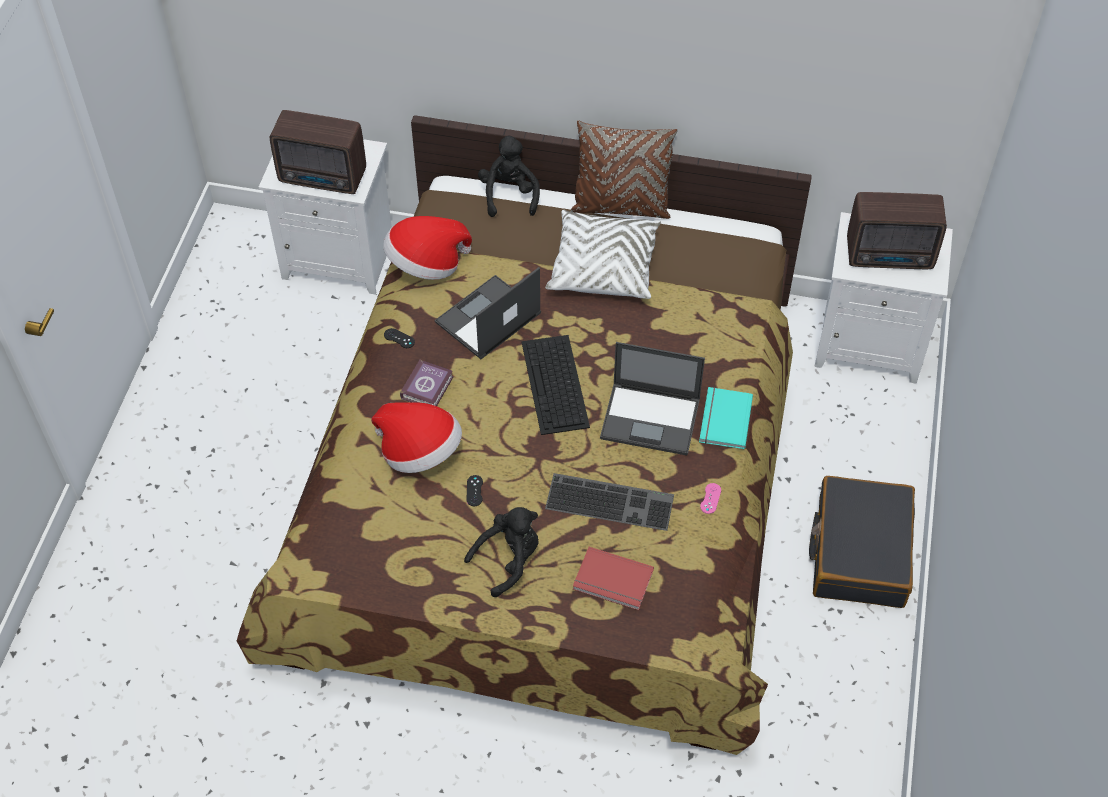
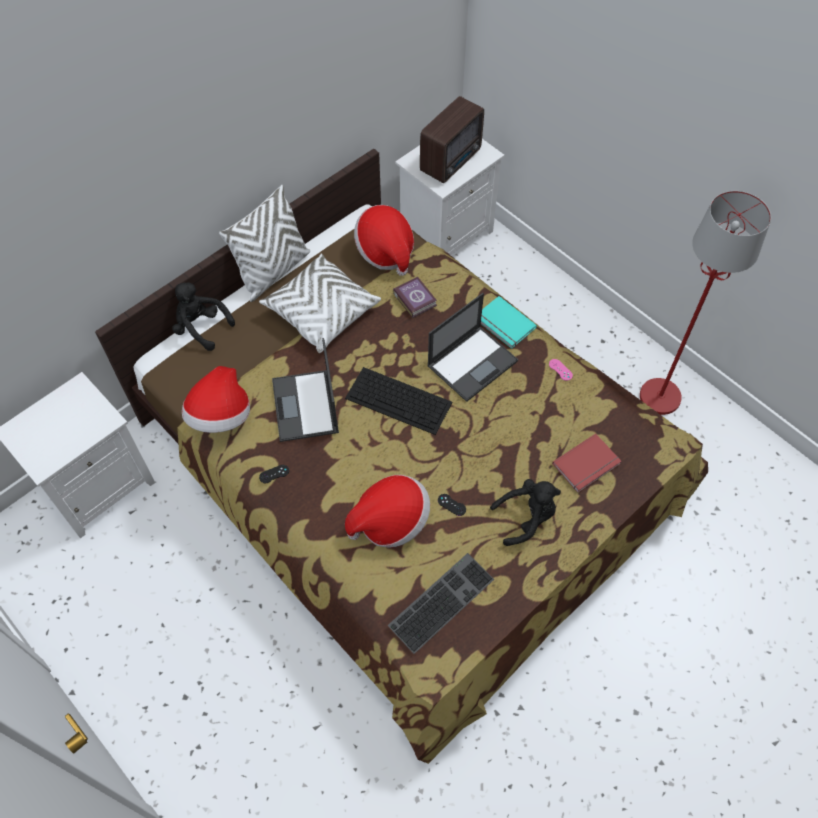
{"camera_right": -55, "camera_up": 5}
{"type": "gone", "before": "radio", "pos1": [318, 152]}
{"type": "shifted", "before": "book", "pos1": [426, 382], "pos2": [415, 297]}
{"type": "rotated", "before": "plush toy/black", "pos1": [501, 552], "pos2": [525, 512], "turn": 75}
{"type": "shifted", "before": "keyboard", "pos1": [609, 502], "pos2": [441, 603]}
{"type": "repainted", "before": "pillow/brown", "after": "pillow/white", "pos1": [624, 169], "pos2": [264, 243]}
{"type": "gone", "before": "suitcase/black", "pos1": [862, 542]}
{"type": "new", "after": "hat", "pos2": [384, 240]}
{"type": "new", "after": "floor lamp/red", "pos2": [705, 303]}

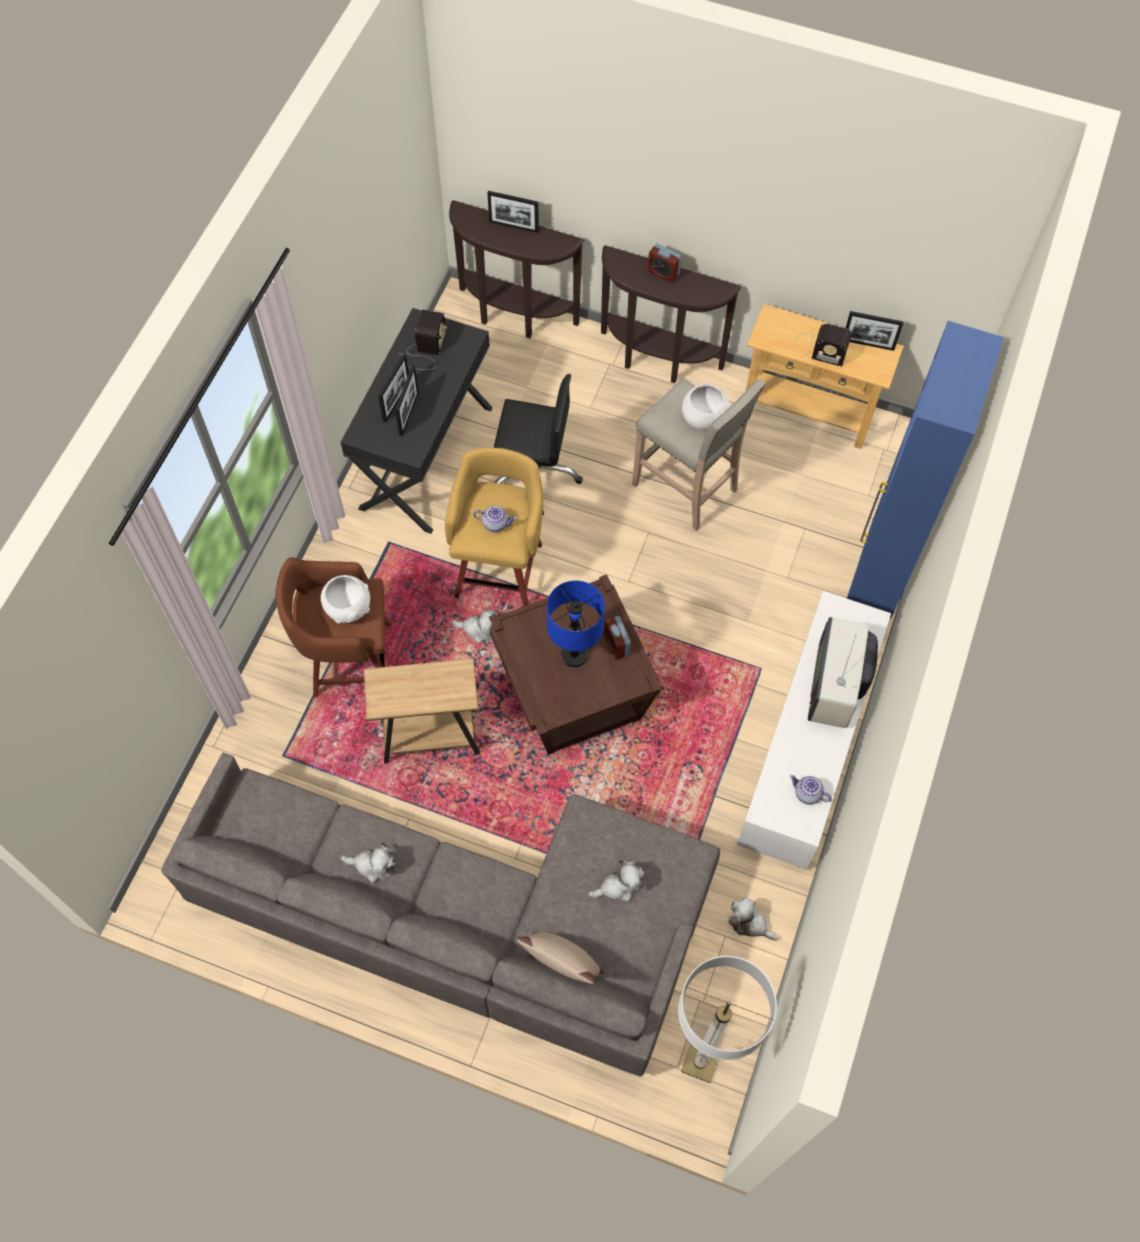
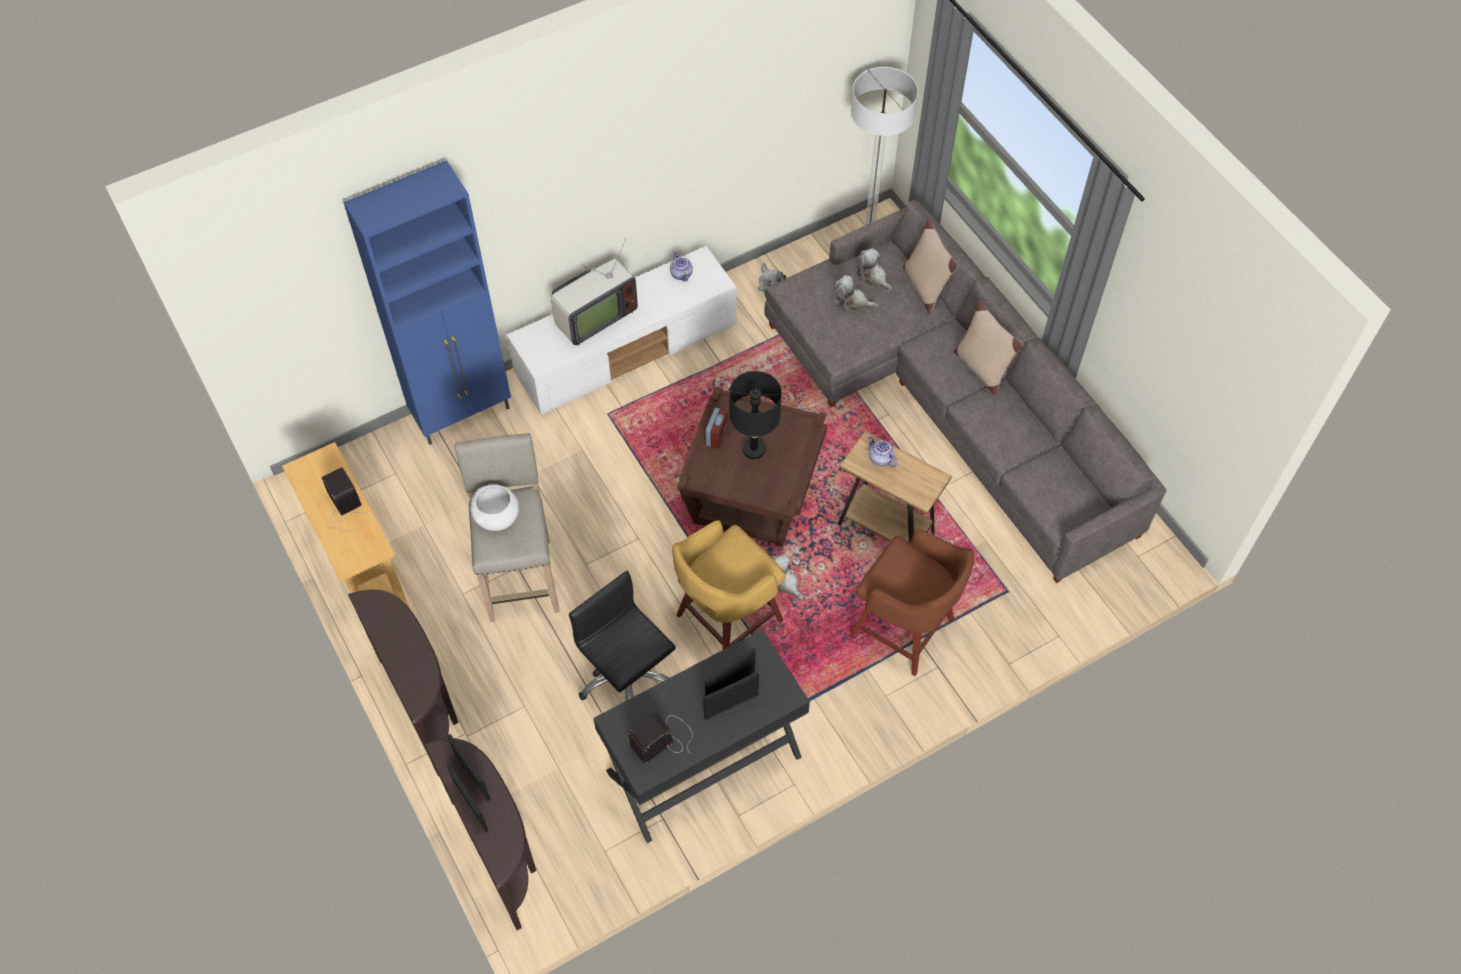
{"camera_right": -140, "camera_up": -5}
{"type": "gone", "before": "bowl/white", "pos1": [345, 599]}
{"type": "shifted", "before": "plush toy", "pos1": [368, 862], "pos2": [874, 269]}
{"type": "shifted", "before": "teapot", "pos1": [495, 519], "pos2": [882, 451]}
{"type": "repainted", "before": "table lamp/blue", "after": "table lamp/black", "pos1": [576, 624], "pos2": [755, 415]}
{"type": "gone", "before": "alarm clock", "pos1": [664, 263]}
{"type": "shifted", "before": "picture frame", "pos1": [875, 331], "pos2": [468, 767]}
{"type": "new", "after": "pillow/beige", "pos2": [988, 347]}

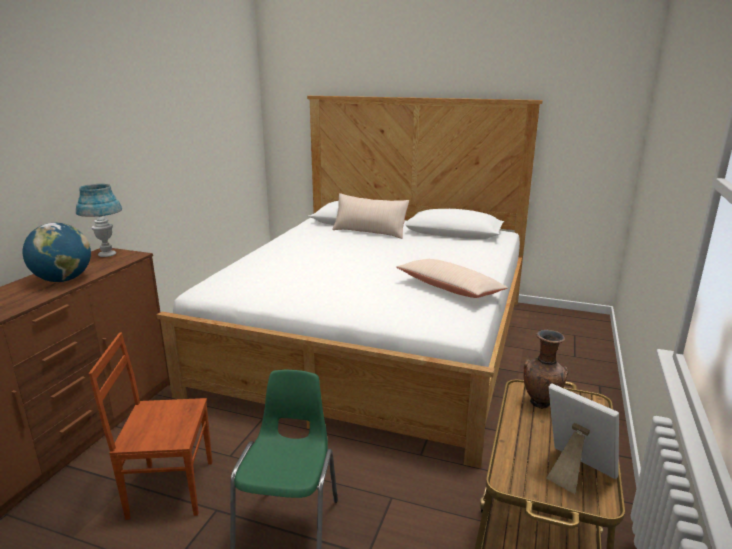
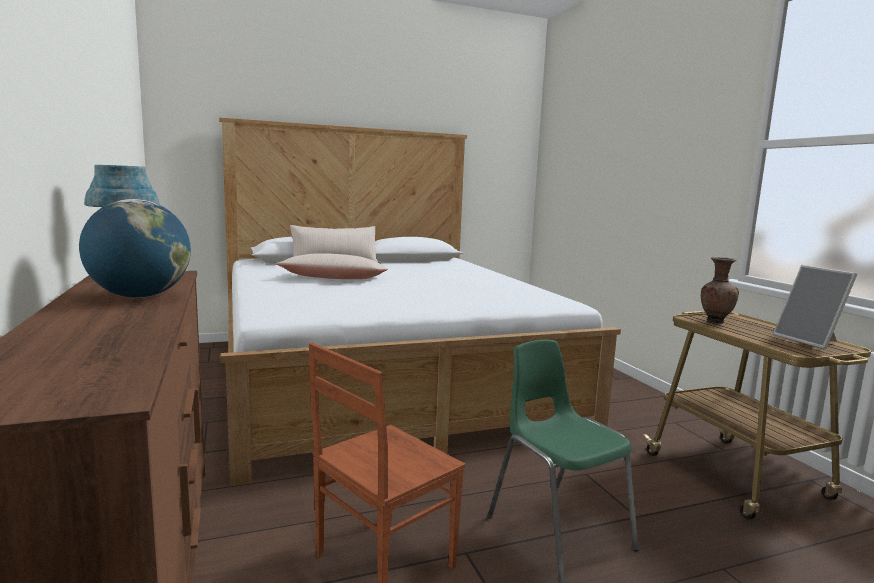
{"camera_right": -40, "camera_up": -10}
{"type": "shifted", "before": "pillow/beige", "pos1": [452, 278], "pos2": [332, 266]}
{"type": "rotated", "before": "picture frame", "pos1": [582, 438], "pos2": [815, 307], "turn": -120}

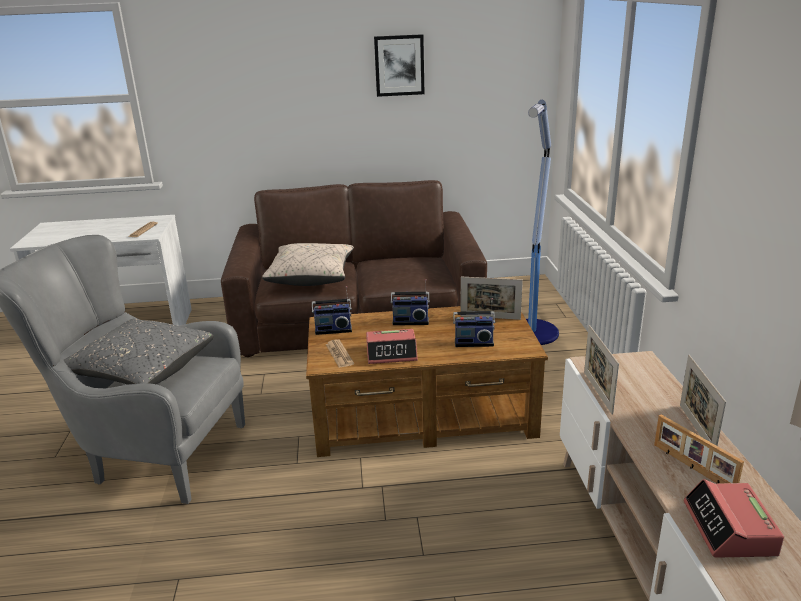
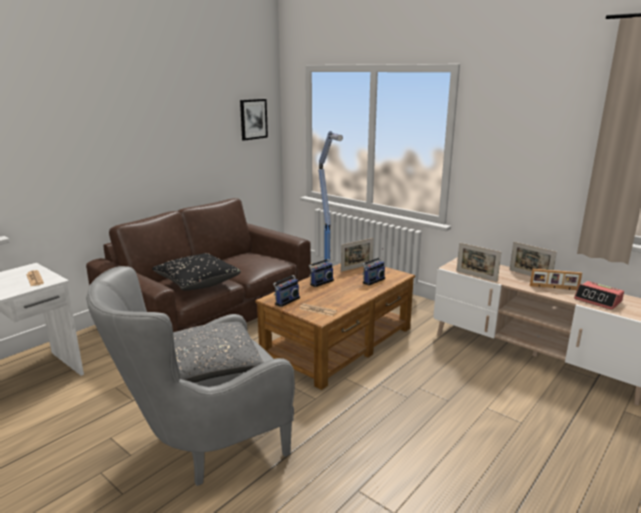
{"camera_right": -45, "camera_up": -5}
{"type": "repainted", "before": "pillow/beige", "after": "pillow/black", "pos1": [308, 264], "pos2": [196, 271]}
{"type": "gone", "before": "alarm clock", "pos1": [392, 346]}
{"type": "shifted", "before": "picture", "pos1": [399, 65], "pos2": [254, 120]}

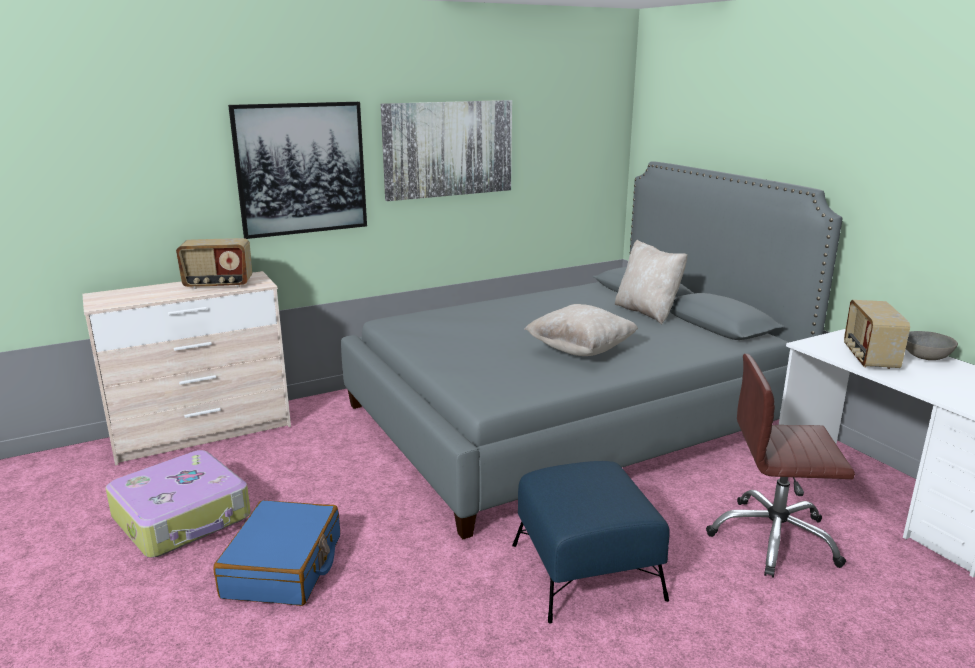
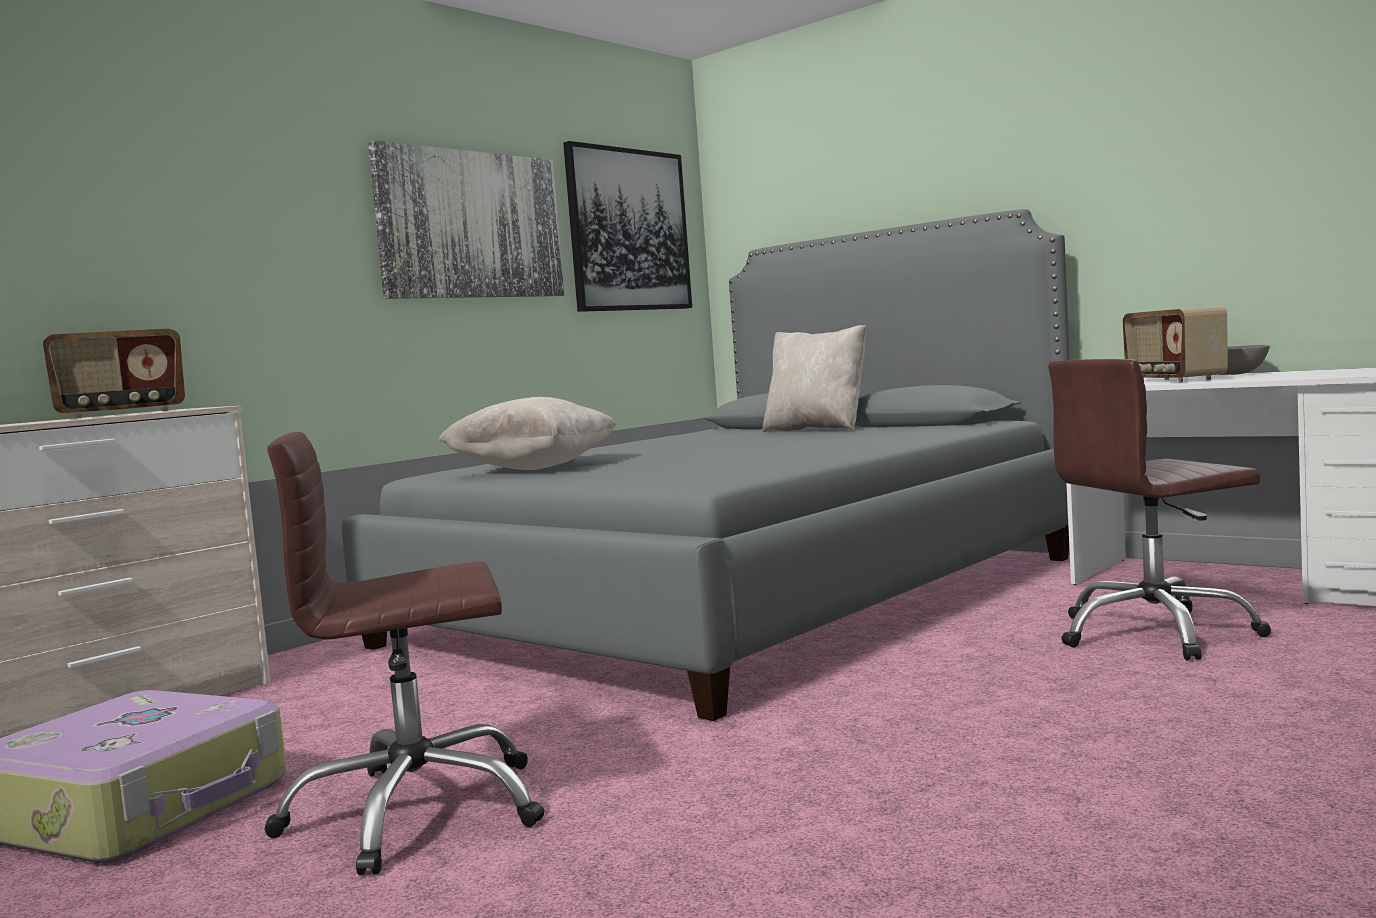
{"camera_right": -20, "camera_up": -15}
{"type": "swapped", "before": "suitcase/blue", "after": "office chair/brown", "pos1": [276, 553], "pos2": [404, 653]}
{"type": "shifted", "before": "picture", "pos1": [297, 170], "pos2": [627, 226]}
{"type": "gone", "before": "ottoman/blue", "pos1": [591, 542]}
{"type": "shifted", "before": "pillow/beige", "pos1": [581, 330], "pos2": [527, 433]}

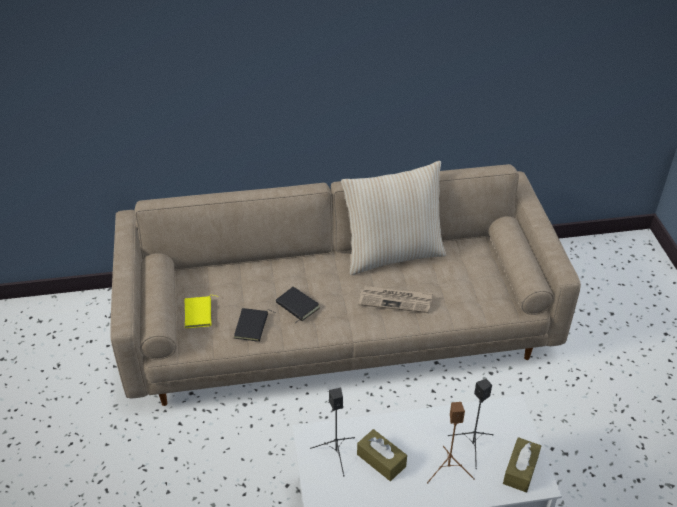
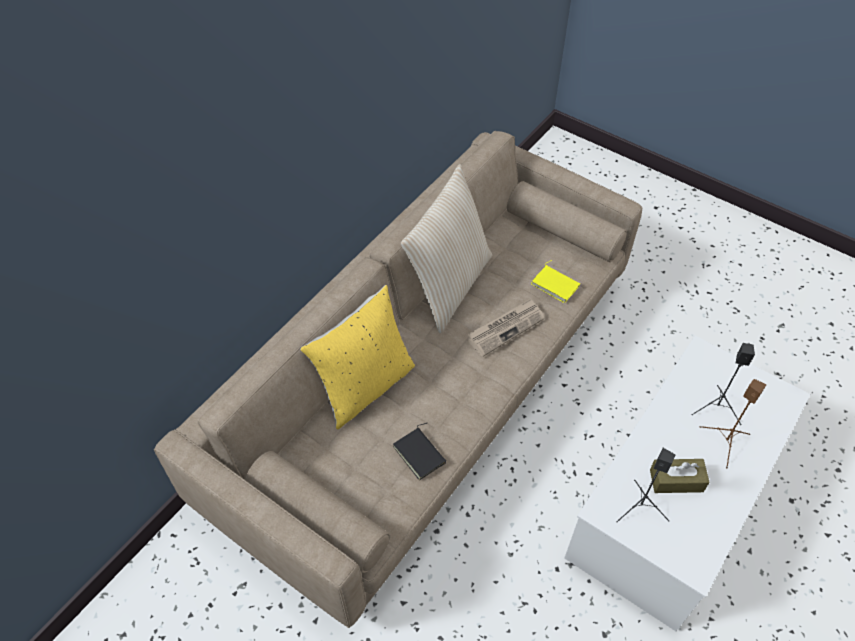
{"camera_right": -45, "camera_up": 10}
{"type": "shifted", "before": "book/yellow", "pos1": [202, 311], "pos2": [555, 281]}
{"type": "gone", "before": "book/black", "pos1": [298, 305]}
{"type": "gone", "before": "tissue box/brown", "pos1": [522, 465]}
{"type": "new", "after": "pillow/yellow", "pos2": [357, 357]}

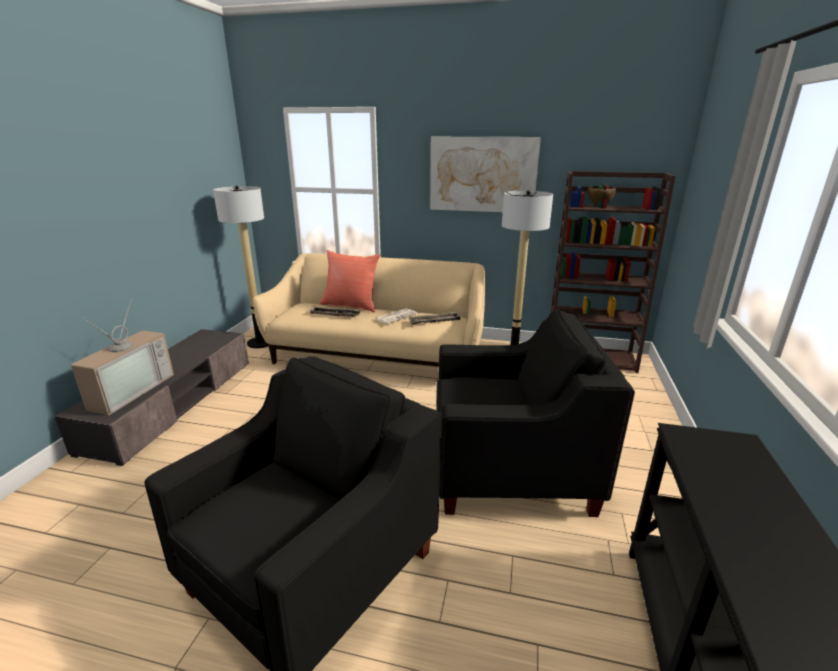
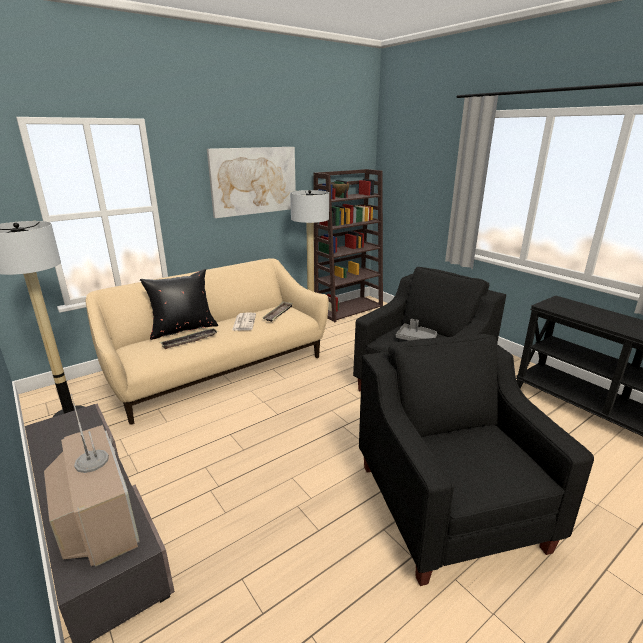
{"camera_right": -50, "camera_up": 0}
{"type": "repainted", "before": "pillow/red", "after": "pillow/black", "pos1": [350, 281], "pos2": [179, 304]}
{"type": "new", "after": "tray/grey", "pos2": [416, 330]}

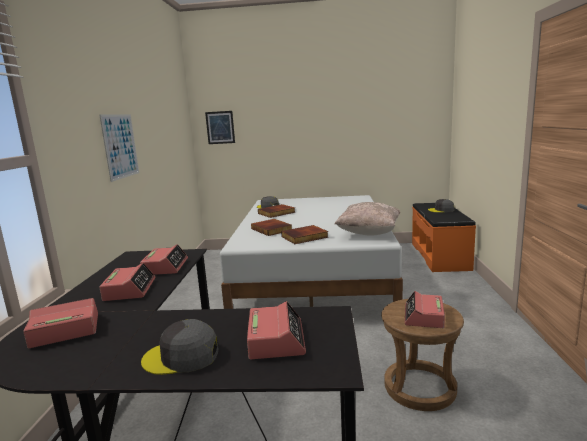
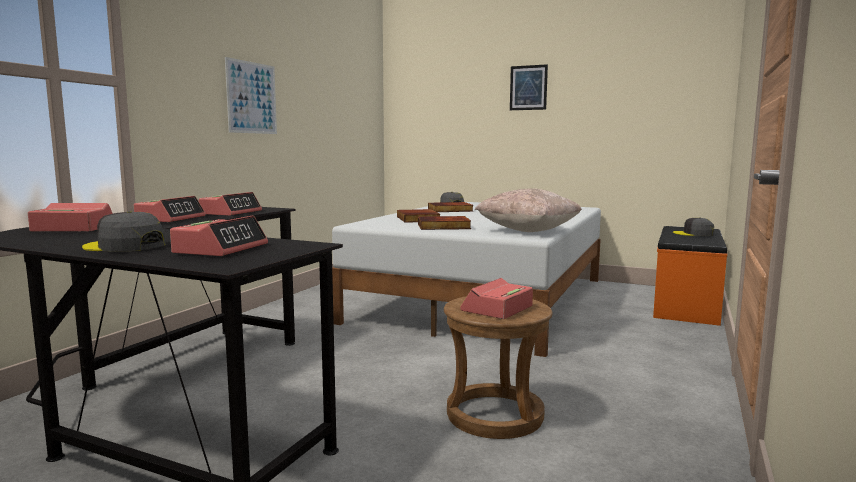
{"camera_right": 20, "camera_up": -5}
{"type": "shifted", "before": "picture", "pos1": [220, 127], "pos2": [529, 87]}

